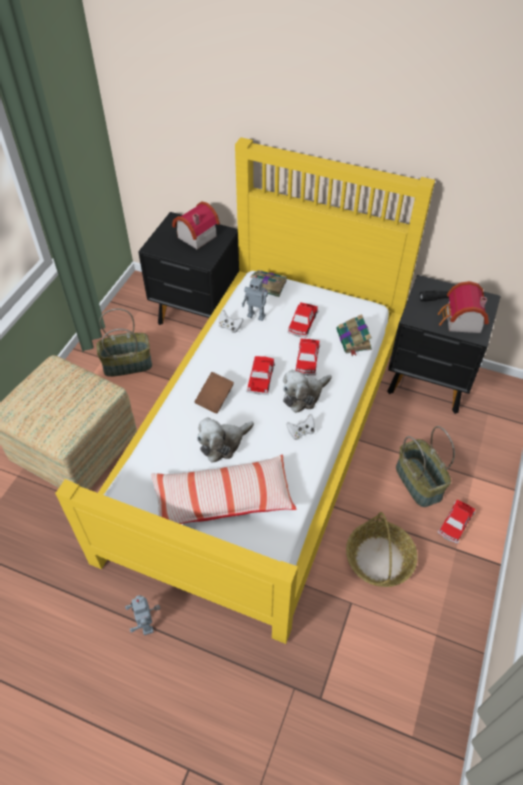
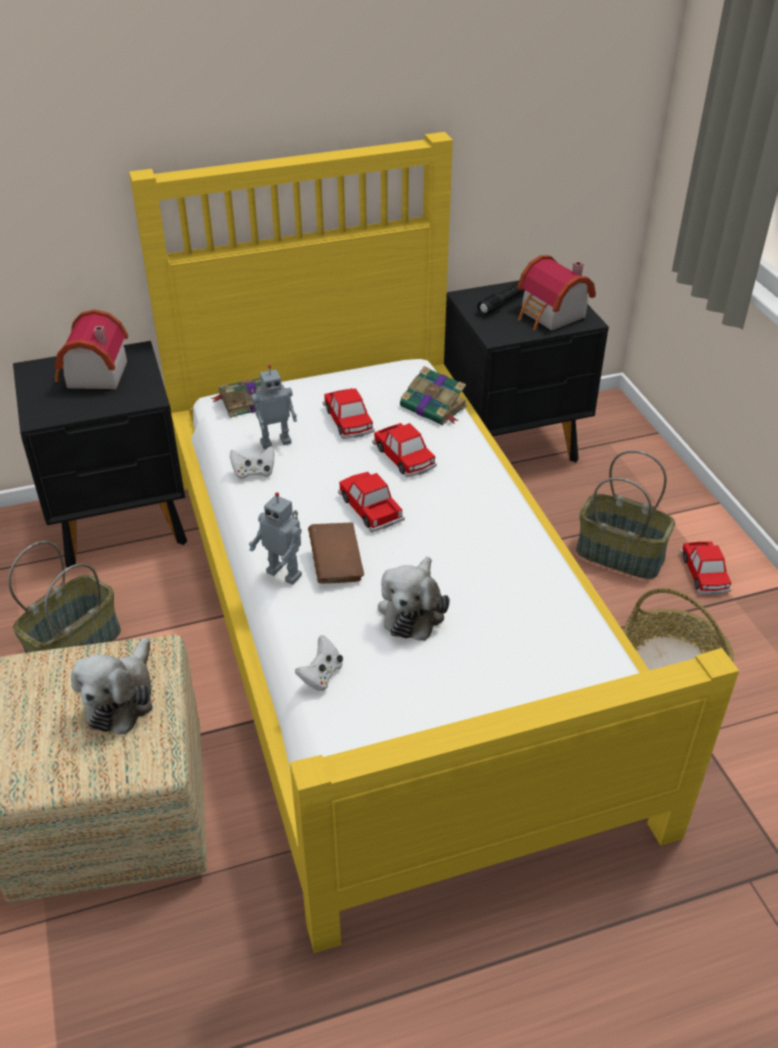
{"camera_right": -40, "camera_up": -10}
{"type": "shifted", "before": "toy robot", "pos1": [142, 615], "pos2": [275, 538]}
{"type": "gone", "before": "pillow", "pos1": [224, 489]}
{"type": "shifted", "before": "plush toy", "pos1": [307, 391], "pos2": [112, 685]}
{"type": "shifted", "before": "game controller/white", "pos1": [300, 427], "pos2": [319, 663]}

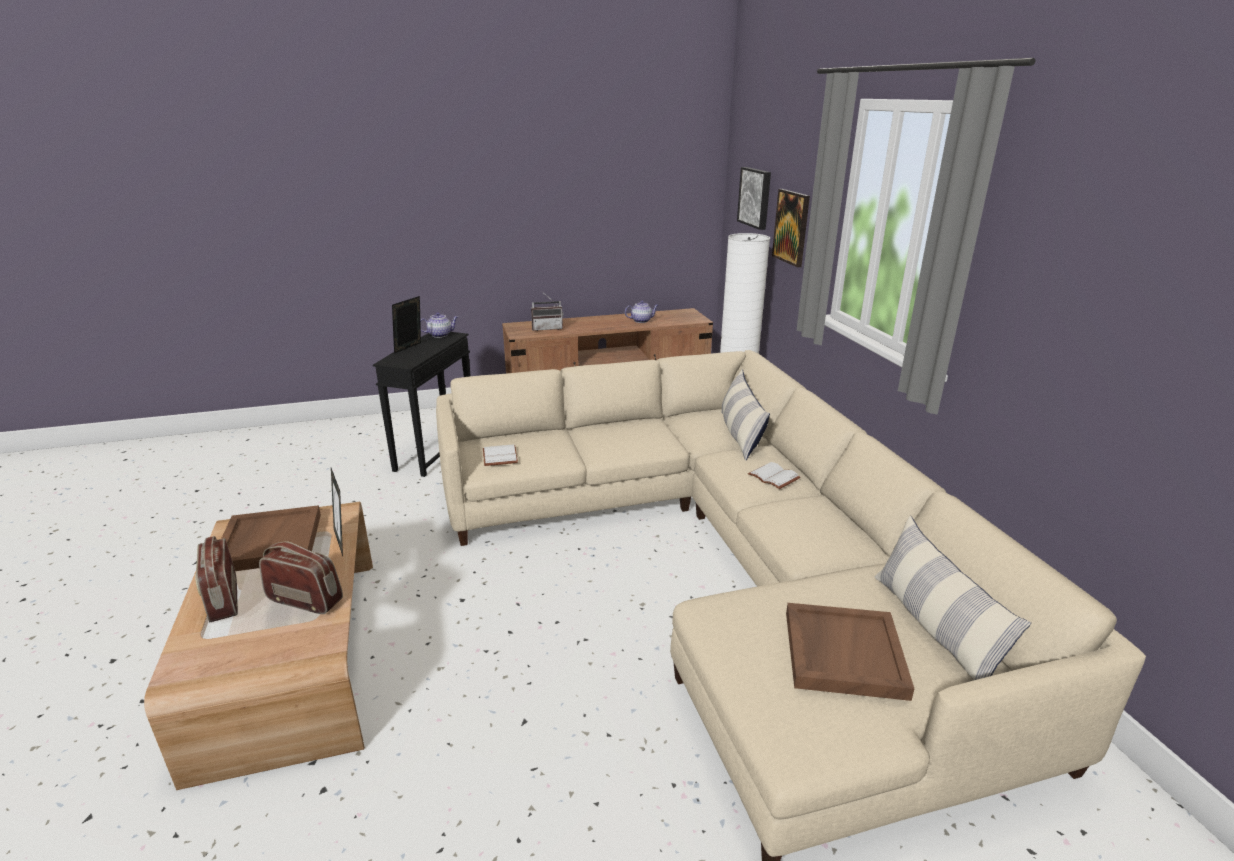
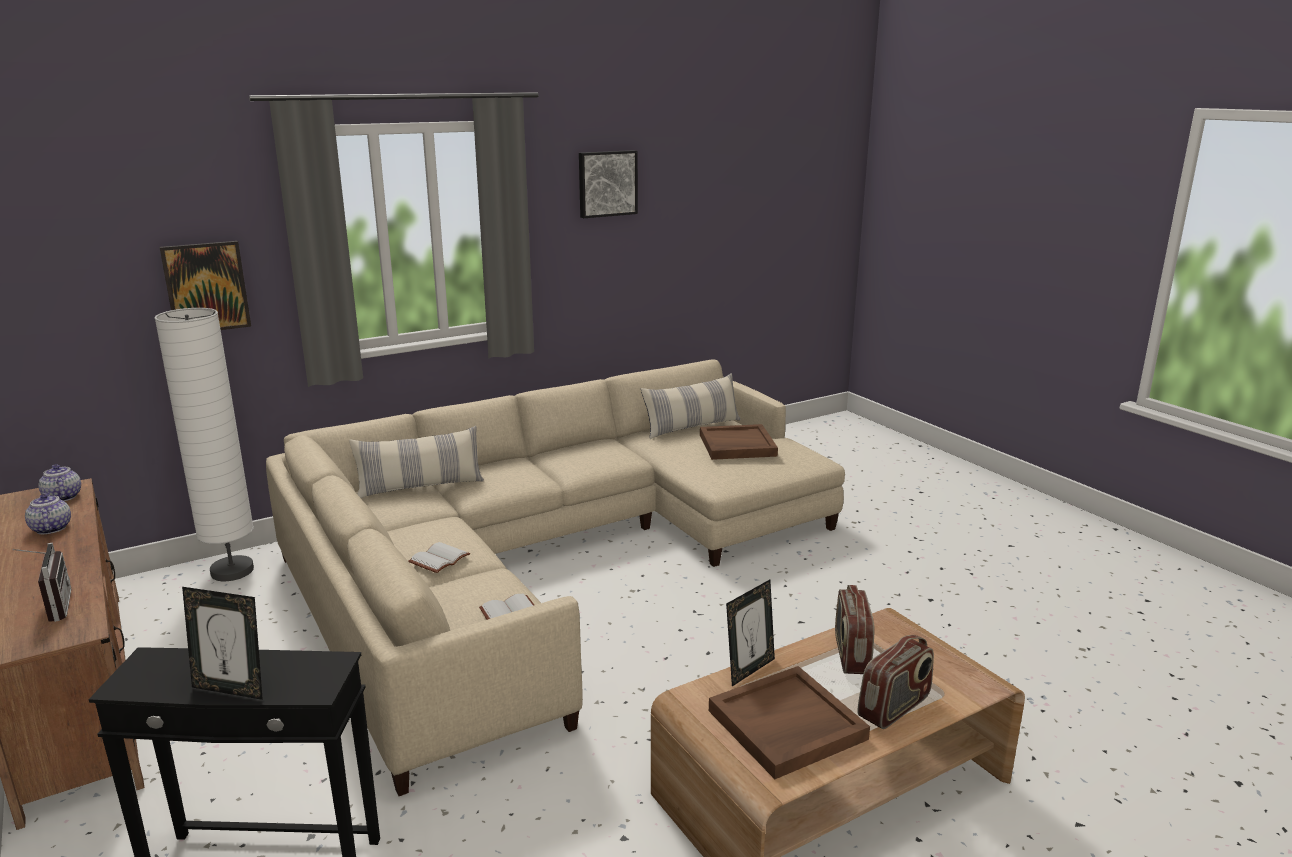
{"camera_right": -105, "camera_up": -5}
{"type": "shifted", "before": "teapot", "pos1": [439, 325], "pos2": [59, 482]}
{"type": "shifted", "before": "picture", "pos1": [754, 198], "pos2": [608, 184]}
{"type": "shifted", "before": "book/white", "pos1": [774, 475], "pos2": [439, 557]}

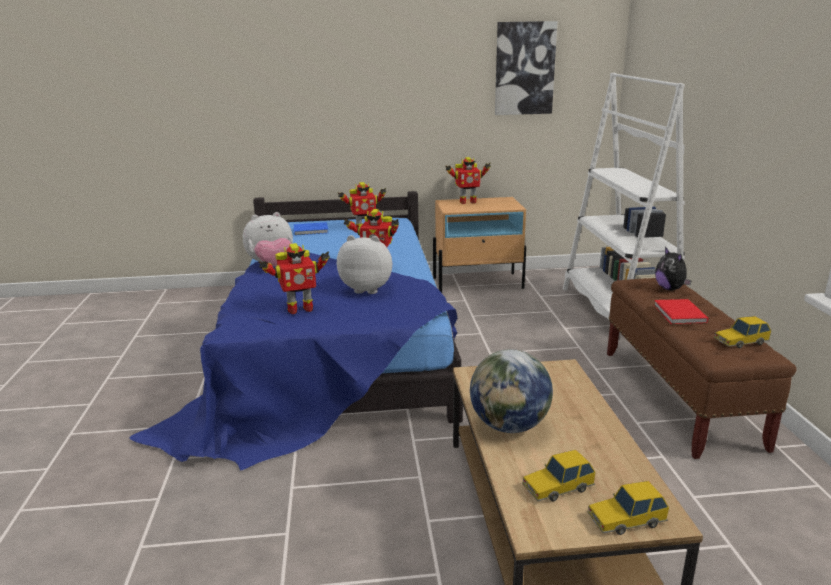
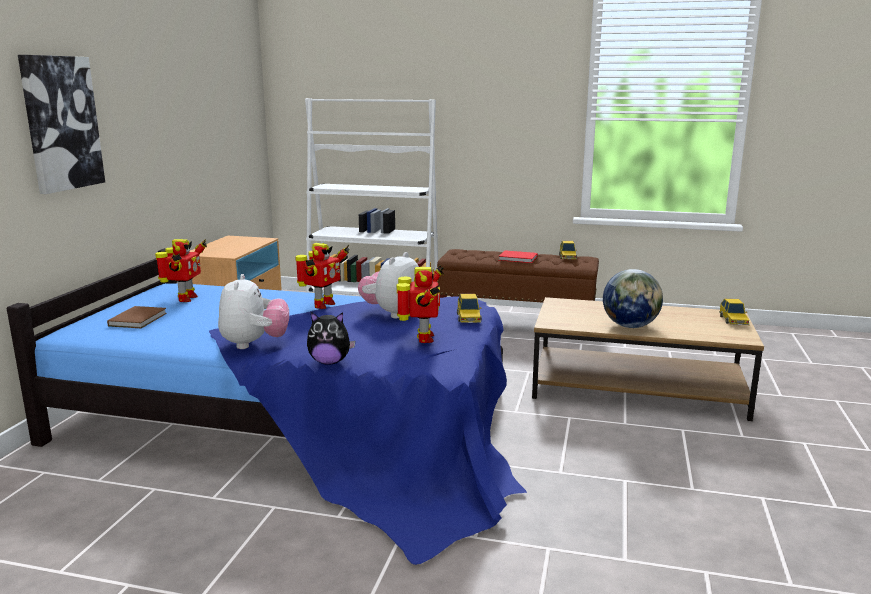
{"camera_right": -70, "camera_up": -5}
{"type": "repainted", "before": "book/blue", "after": "book/brown", "pos1": [311, 229], "pos2": [137, 317]}
{"type": "gone", "before": "toy robot", "pos1": [468, 180]}
{"type": "shifted", "before": "picture", "pos1": [526, 68], "pos2": [61, 124]}
{"type": "shifted", "before": "toy car", "pos1": [559, 475], "pos2": [469, 308]}
{"type": "shifted", "before": "plush toy", "pos1": [673, 269], "pos2": [331, 338]}

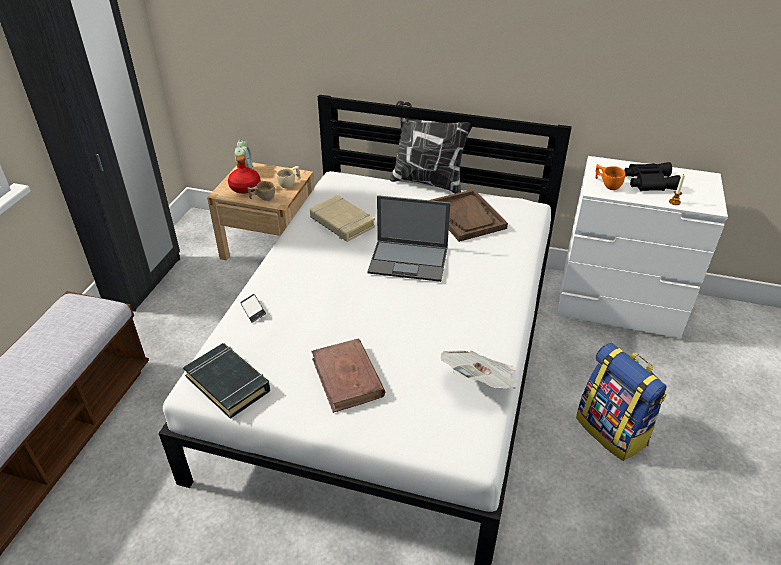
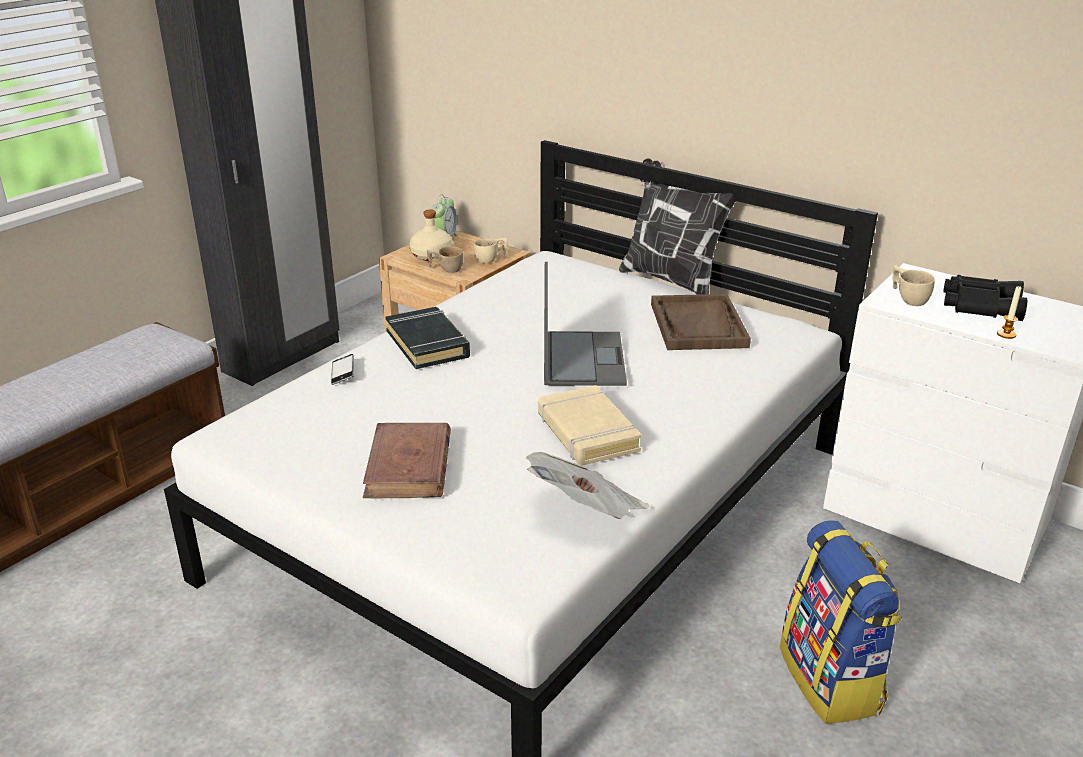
{"camera_right": 20, "camera_up": -10}
{"type": "shifted", "before": "book/black", "pos1": [226, 381], "pos2": [428, 338]}
{"type": "repainted", "before": "bottle/red", "after": "bottle/beige", "pos1": [244, 175], "pos2": [431, 235]}
{"type": "shifted", "before": "book/beige", "pos1": [342, 218], "pos2": [590, 425]}
{"type": "rotated", "before": "laptop", "pos1": [409, 238], "pos2": [585, 324], "turn": -120}
{"type": "repainted", "before": "cup/orange", "after": "cup/beige", "pos1": [610, 177], "pos2": [914, 285]}

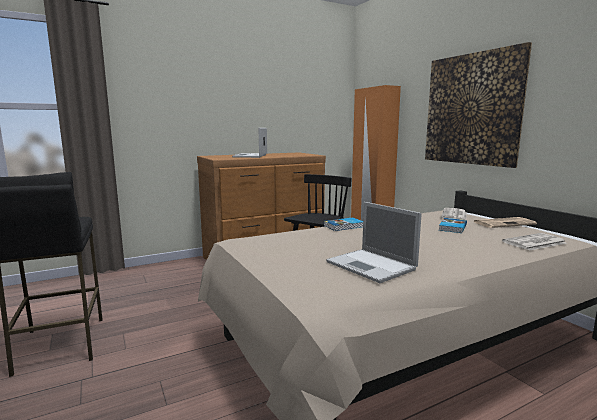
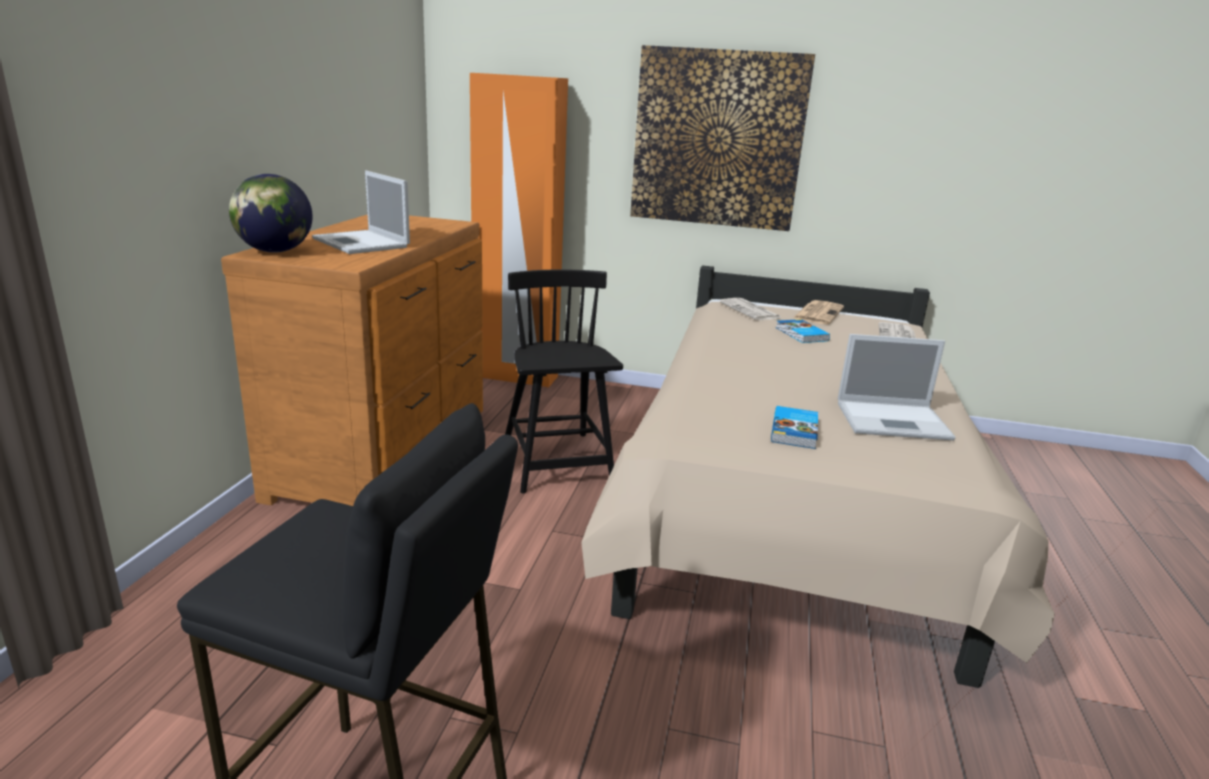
{"camera_right": -50, "camera_up": 10}
{"type": "shifted", "before": "book", "pos1": [343, 224], "pos2": [794, 427]}
{"type": "new", "after": "globe", "pos2": [271, 213]}

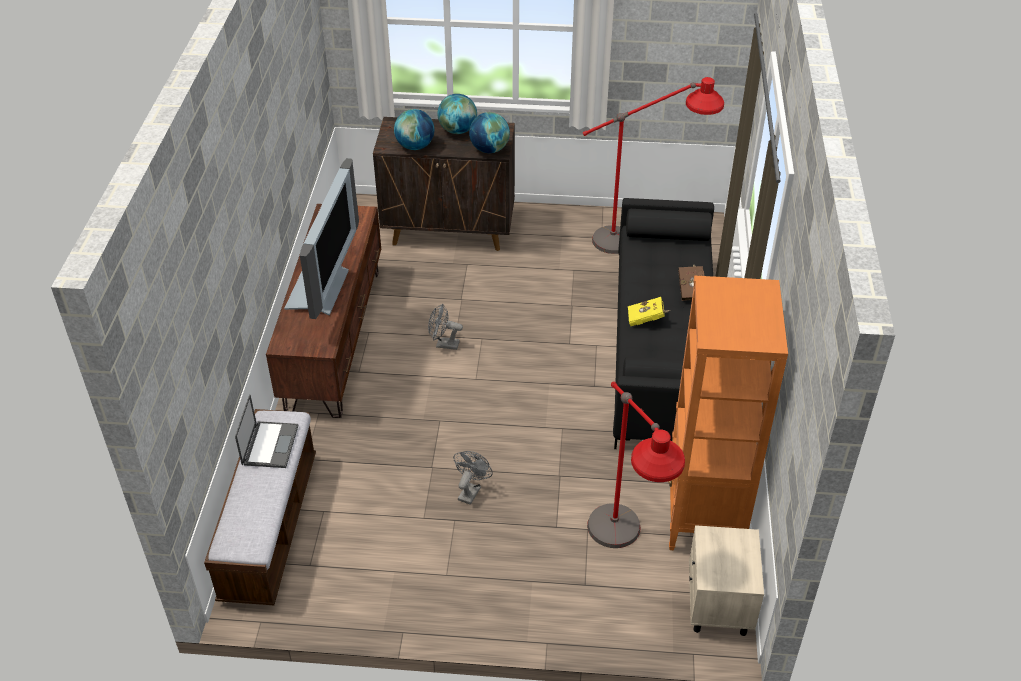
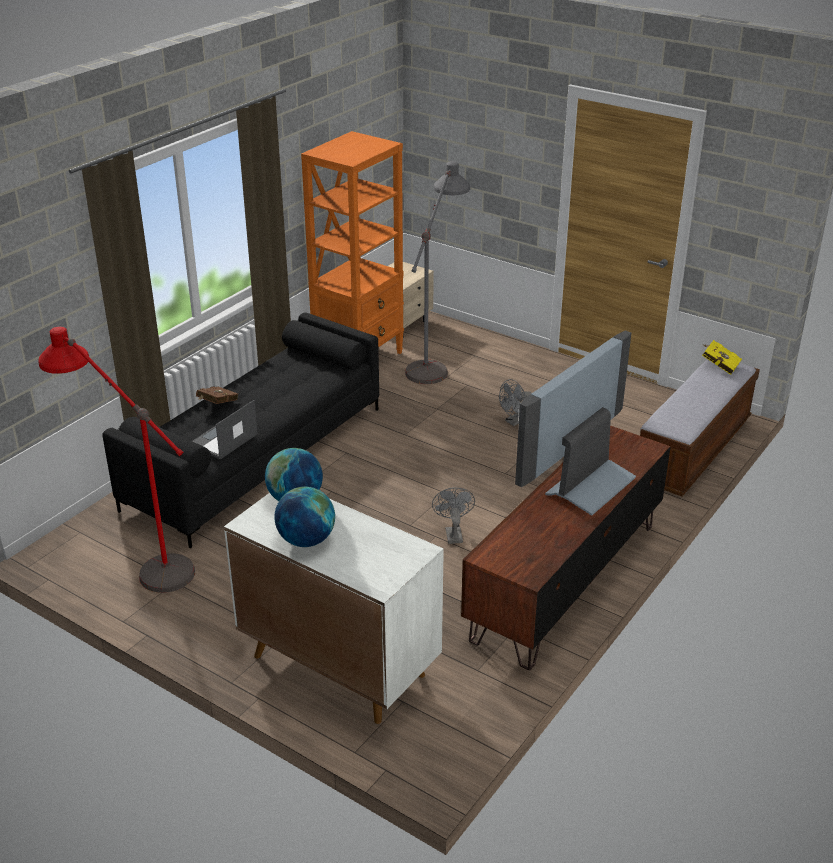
{"camera_right": -150, "camera_up": -10}
{"type": "shifted", "before": "laptop", "pos1": [266, 431], "pos2": [225, 429]}
{"type": "repainted", "before": "cabinet/brown", "after": "cabinet/white", "pos1": [444, 184], "pos2": [334, 608]}
{"type": "gone", "before": "globe", "pos1": [414, 129]}
{"type": "rotated", "before": "fan/grey", "pos1": [445, 327], "pos2": [453, 515], "turn": -135}
{"type": "repainted", "before": "floor lamp/red", "after": "floor lamp/grey", "pos1": [636, 465], "pos2": [437, 272]}
{"type": "shifted", "before": "book/yellow", "pos1": [649, 311], "pos2": [722, 357]}

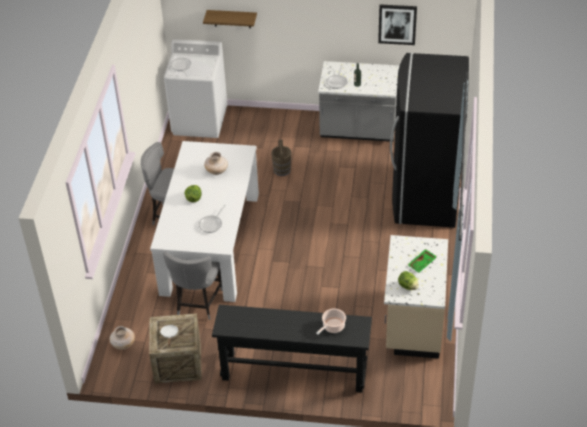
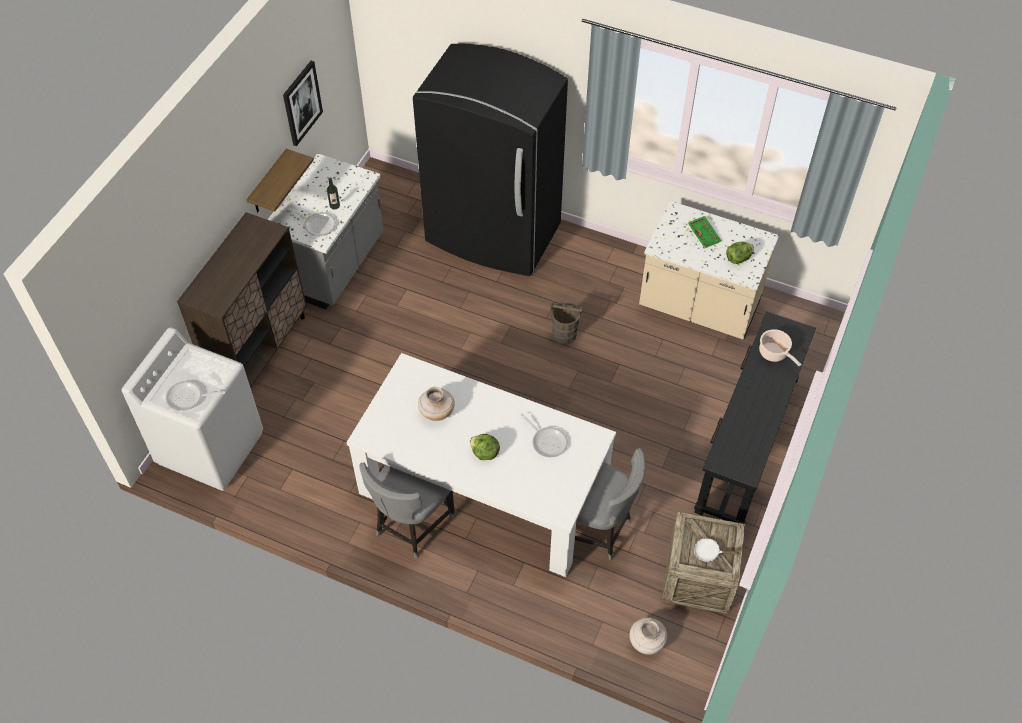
{"camera_right": -75, "camera_up": 10}
{"type": "shifted", "before": "shelf", "pos1": [230, 19], "pos2": [280, 180]}
{"type": "shifted", "before": "bucket/brown", "pos1": [281, 158], "pos2": [566, 322]}
{"type": "new", "after": "cabinet/brown", "pos2": [242, 300]}

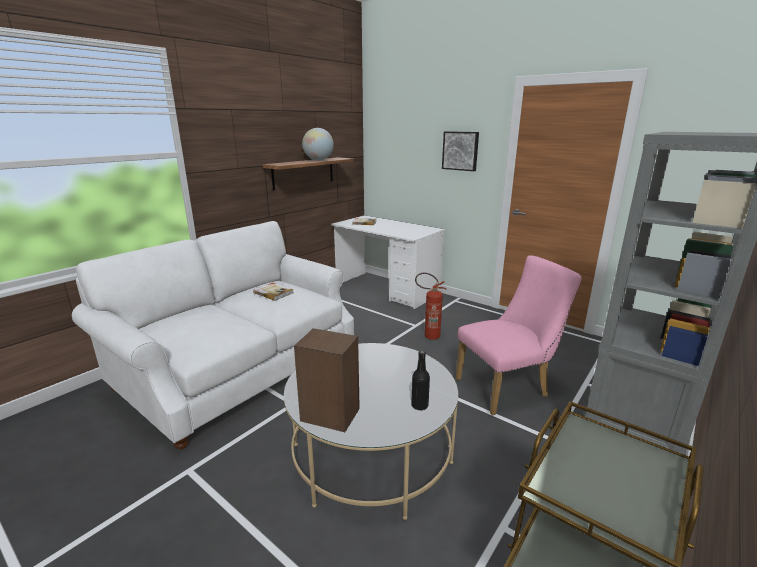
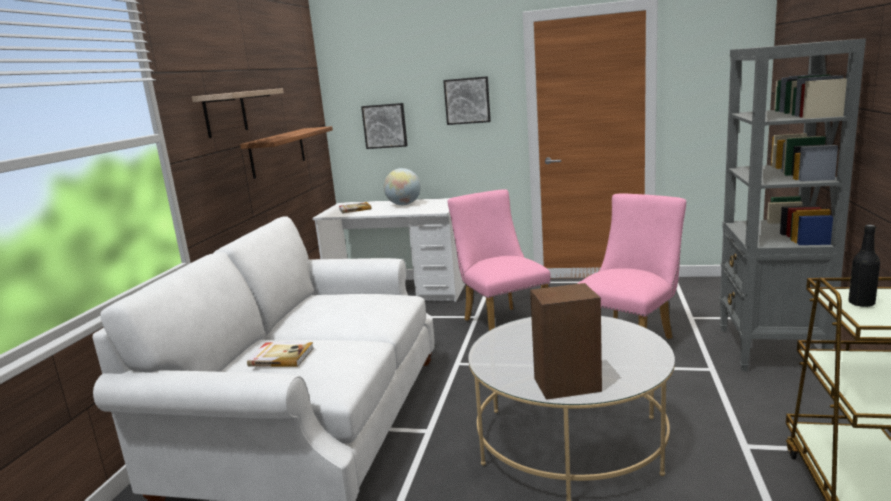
{"camera_right": -25, "camera_up": -5}
{"type": "shifted", "before": "book", "pos1": [273, 292], "pos2": [280, 354]}
{"type": "shifted", "before": "globe", "pos1": [318, 144], "pos2": [402, 186]}
{"type": "shifted", "before": "bottle/black", "pos1": [420, 380], "pos2": [864, 266]}
{"type": "swapped", "before": "fire extinguisher", "after": "chair/pink", "pos1": [430, 306], "pos2": [499, 260]}
{"type": "new", "after": "shelf", "pos2": [238, 113]}
{"type": "new", "after": "picture", "pos2": [384, 126]}

